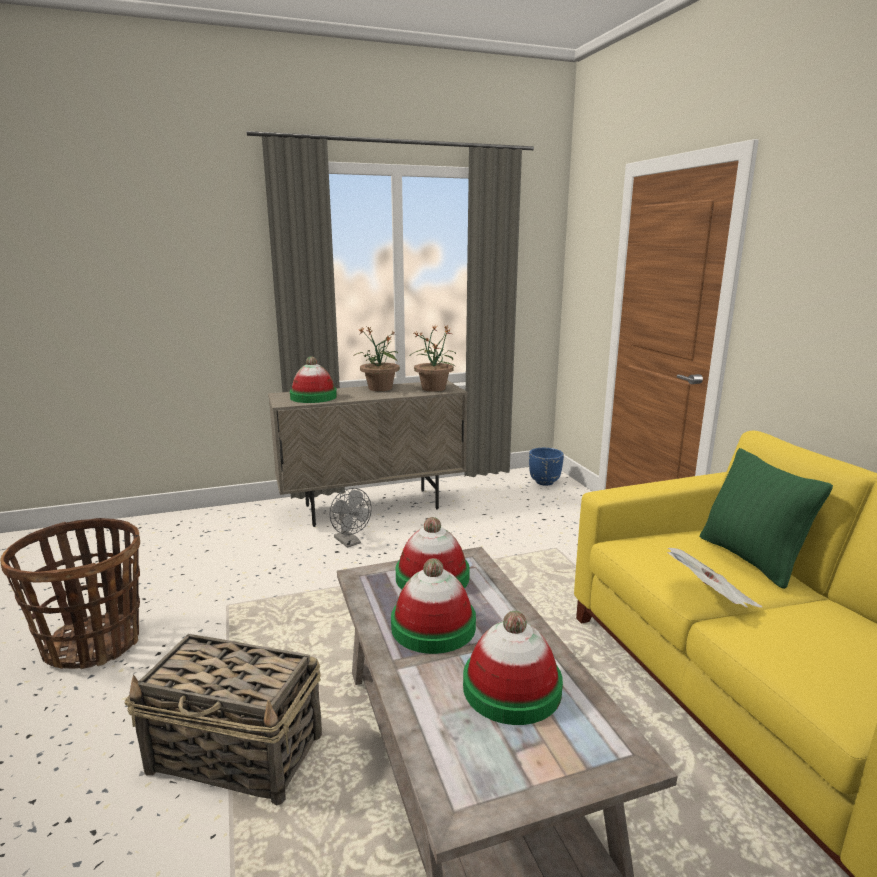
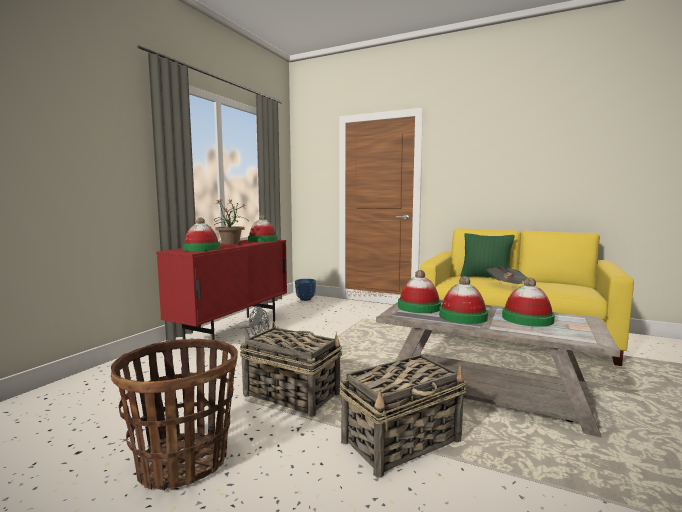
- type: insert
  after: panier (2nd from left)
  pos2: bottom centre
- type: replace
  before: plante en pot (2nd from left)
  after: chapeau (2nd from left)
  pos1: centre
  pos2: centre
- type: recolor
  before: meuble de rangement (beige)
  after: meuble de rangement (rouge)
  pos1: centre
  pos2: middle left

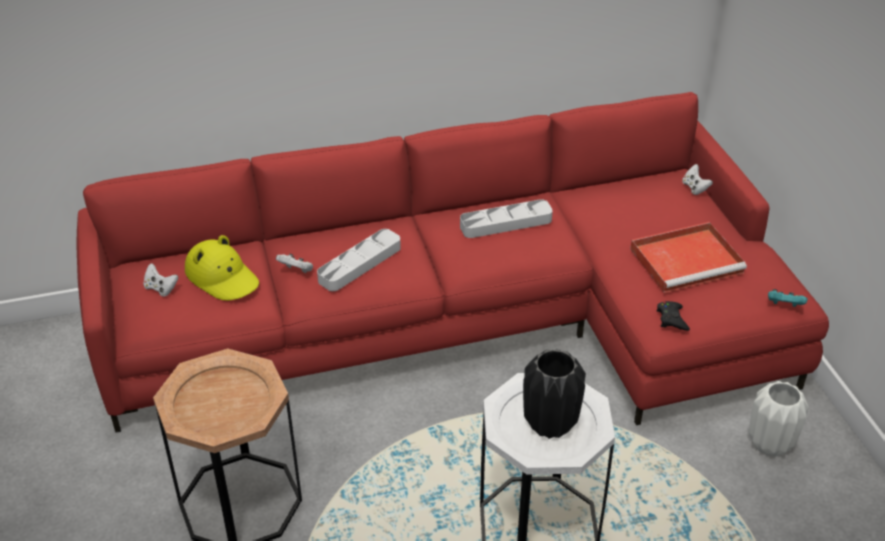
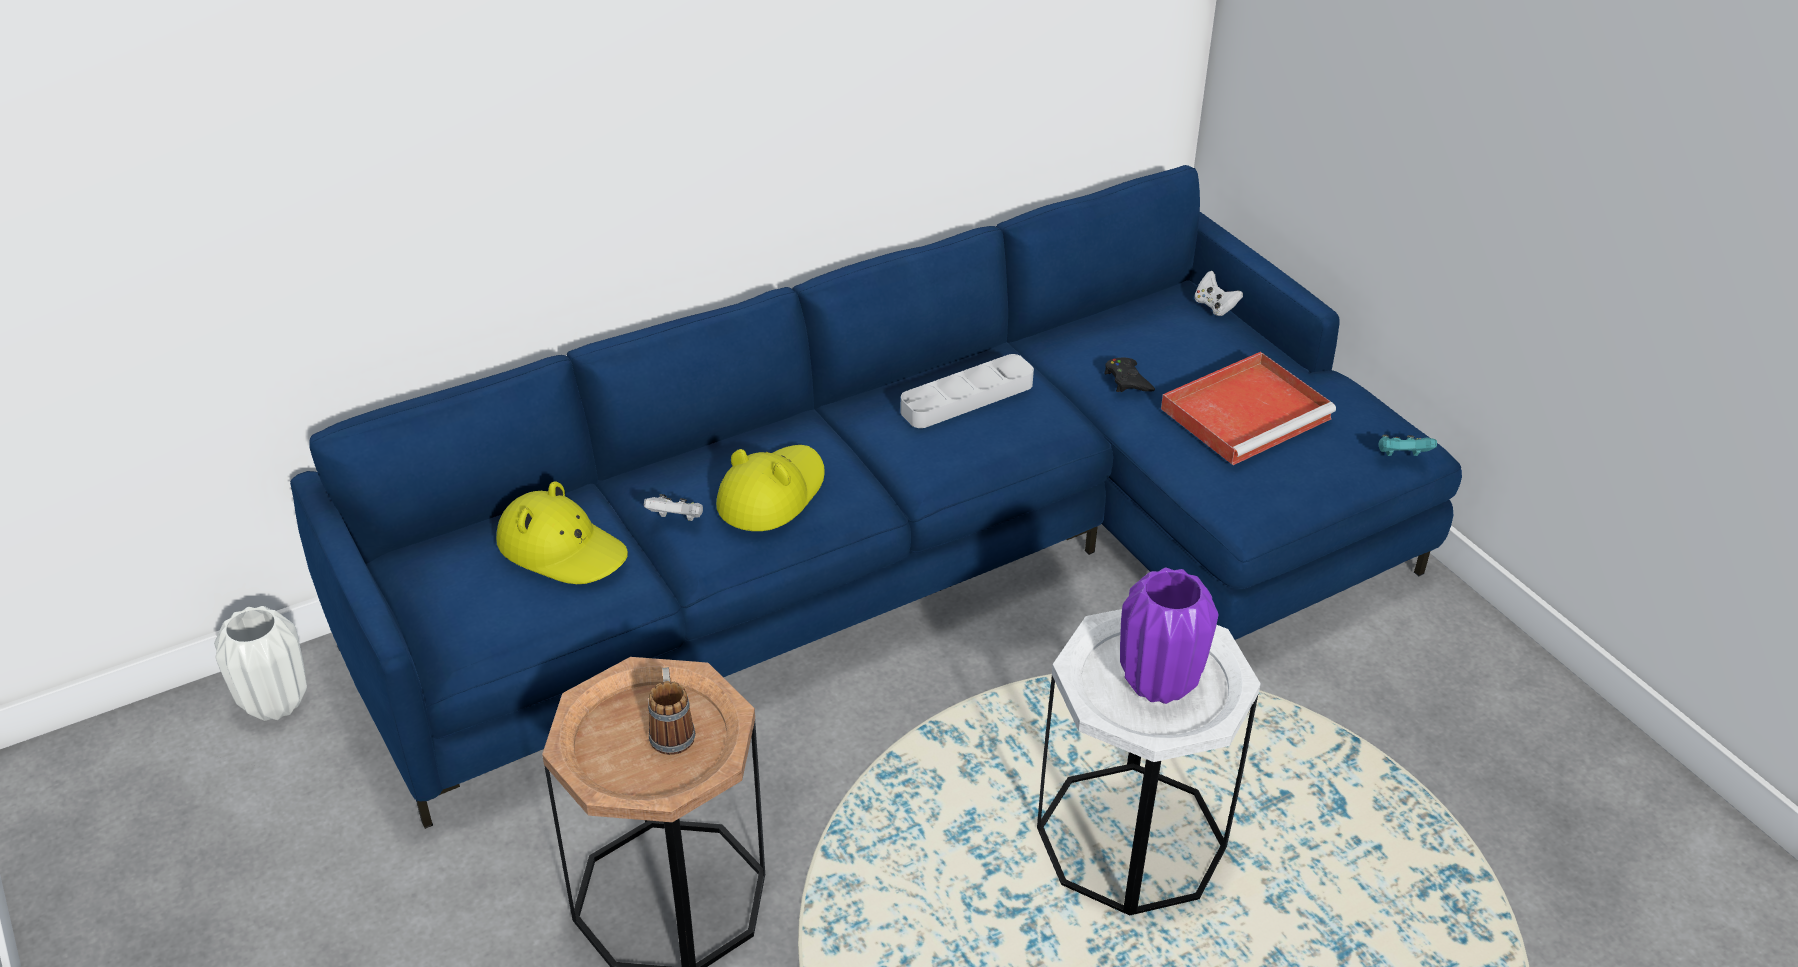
- type: delete
  before: manette (blanc) (1st from left)
  pos1: middle left
- type: insert
  after: mug
  pos2: bottom centre
- type: move
  before: manette (noir)
  pos1: middle right
  pos2: centre
- type: move
  before: vase (blanc)
  pos1: bottom right
  pos2: bottom left
- type: replace
  before: plateau (gris) (1st from left)
  after: chapeau (jaune) (2nd from left)
  pos1: centre
  pos2: centre
- type: recolor
  before: canapé (rouge)
  after: canapé (bleu)
  pos1: centre
  pos2: centre
- type: recolor
  before: vase (noir)
  after: vase (violet)
  pos1: bottom centre
  pos2: centre

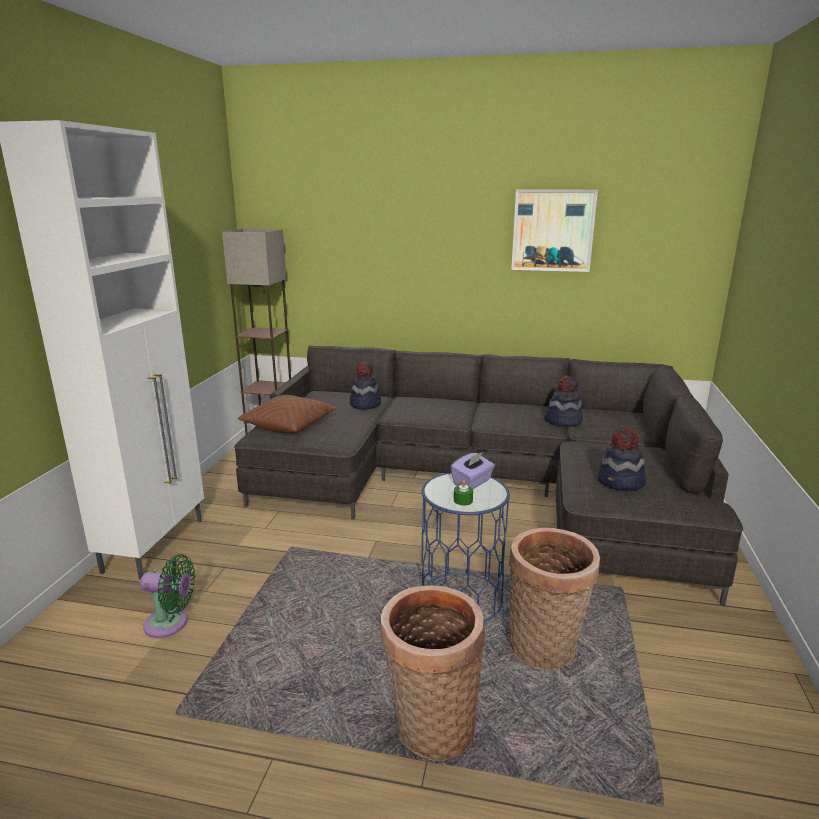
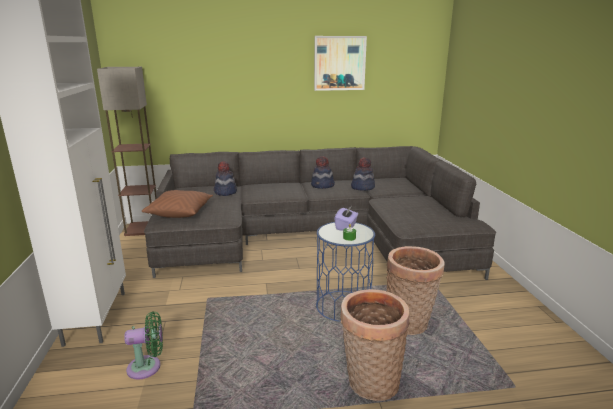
- type: move
  before: chapeau (3rd from left in the first image)
  after: chapeau (2nd from left)
  pos1: middle right
  pos2: centre

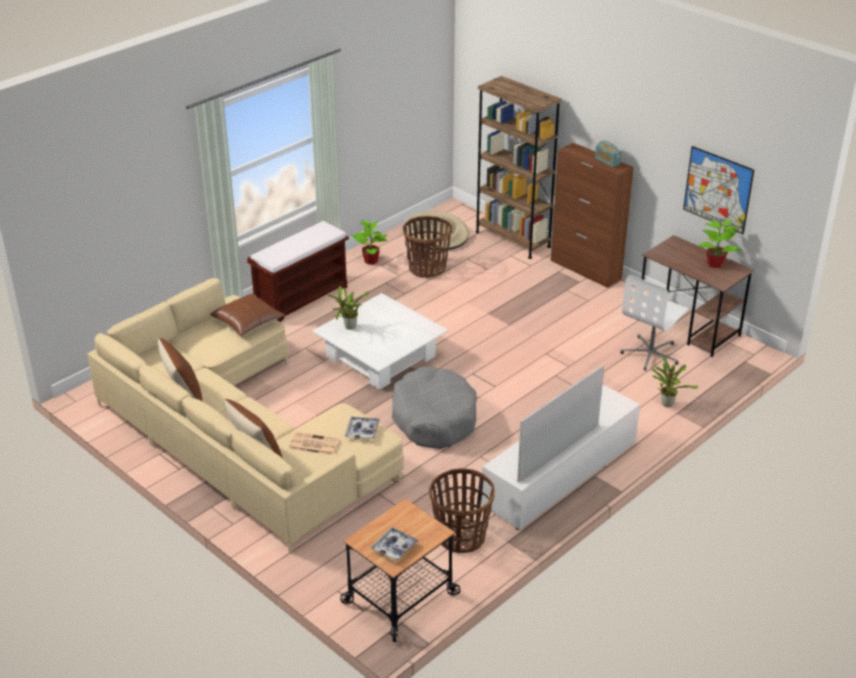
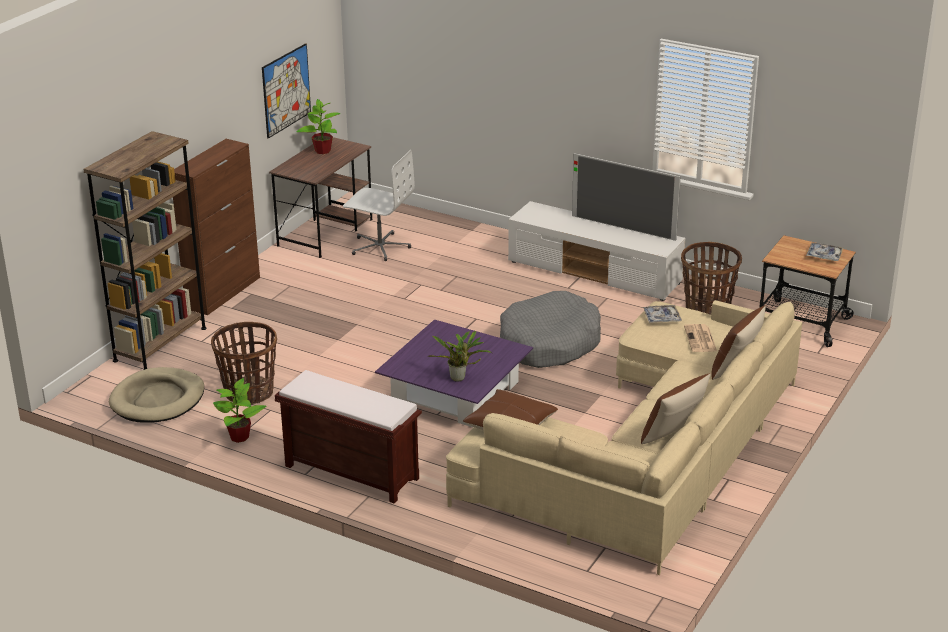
- type: delete
  before: radio
  pos1: top right
- type: delete
  before: plante en pot (3rd from left)
  pos1: middle right
- type: recolor
  before: table basse (blanc)
  after: table basse (violet)
  pos1: centre
  pos2: centre

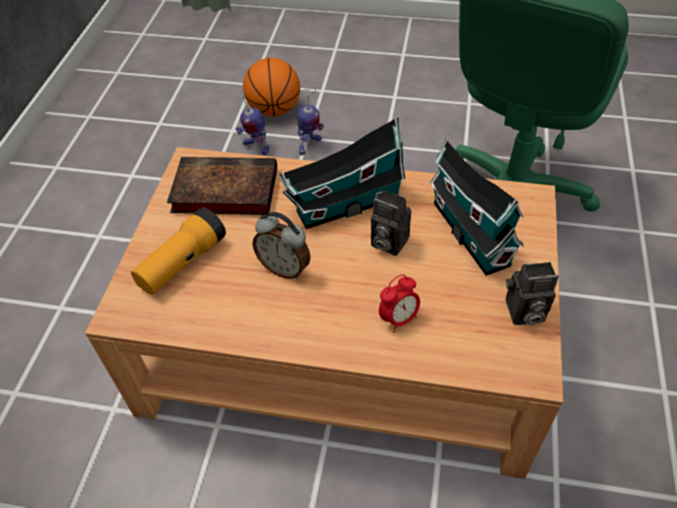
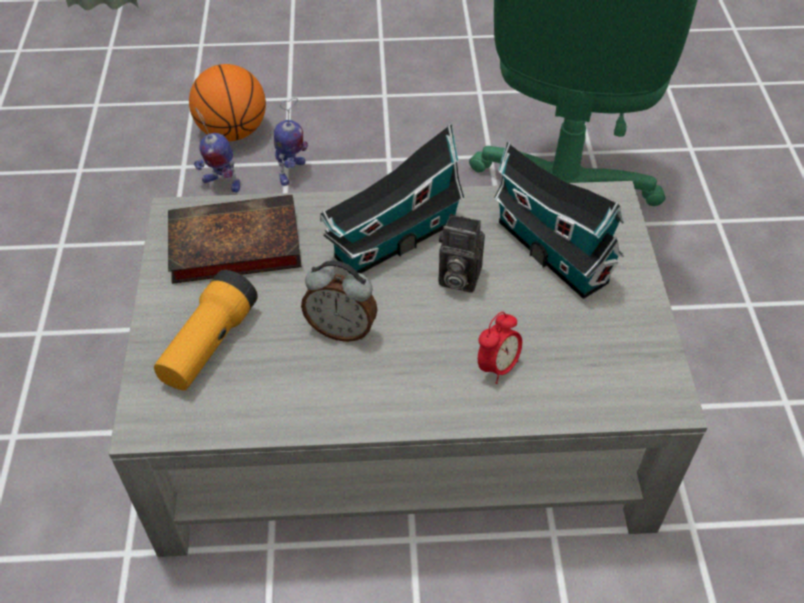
- type: delete
  before: appareil photo (2nd from left)
  pos1: middle right
- type: recolor
  before: table basse (marron)
  after: table basse (gris)
  pos1: centre
  pos2: centre

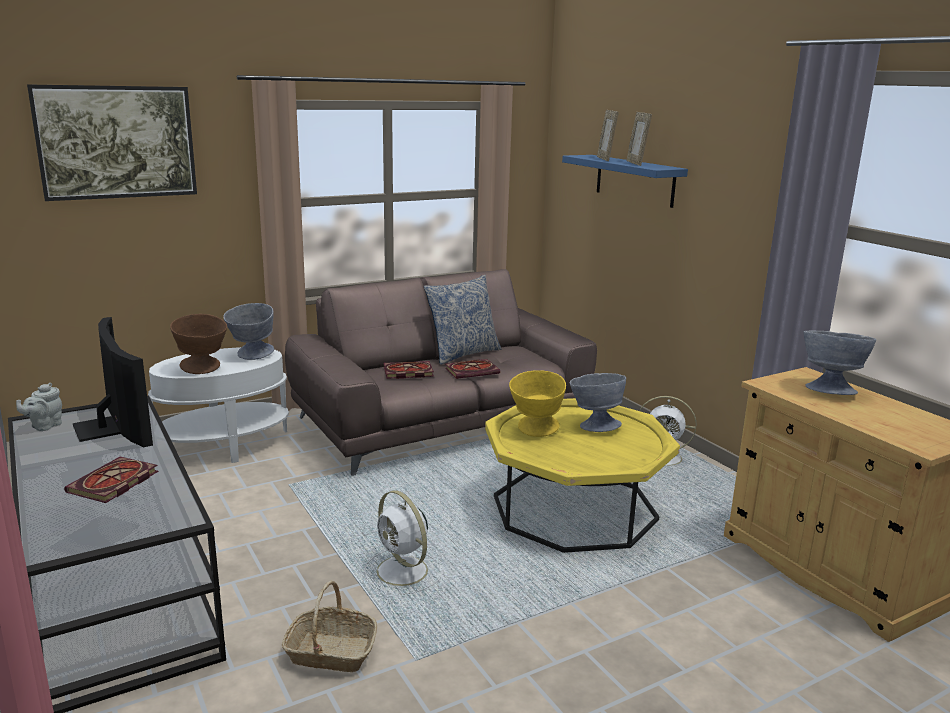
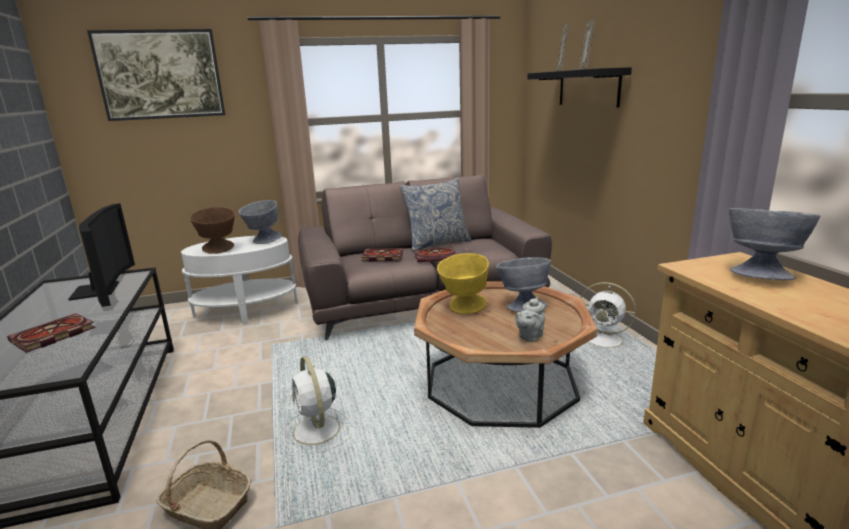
- type: move
  before: théière (gris)
  pos1: middle left
  pos2: centre
- type: recolor
  before: table basse (jaune)
  after: table basse (marron)
  pos1: centre
  pos2: bottom centre
- type: recolor
  before: étagère (bleu)
  after: étagère (noir)
  pos1: top centre
  pos2: top right

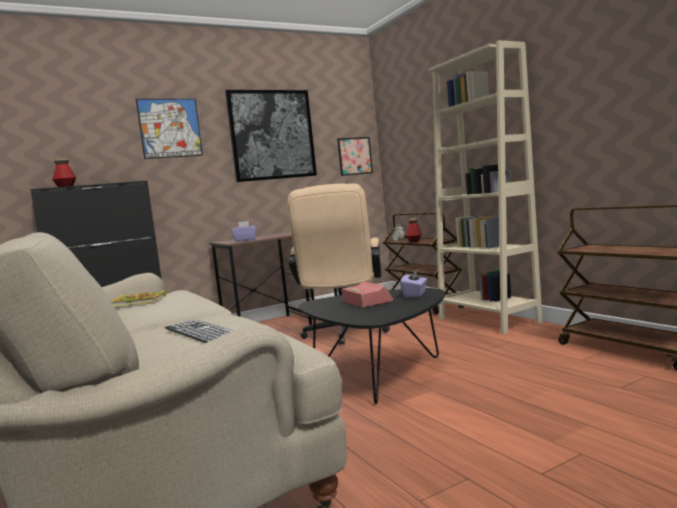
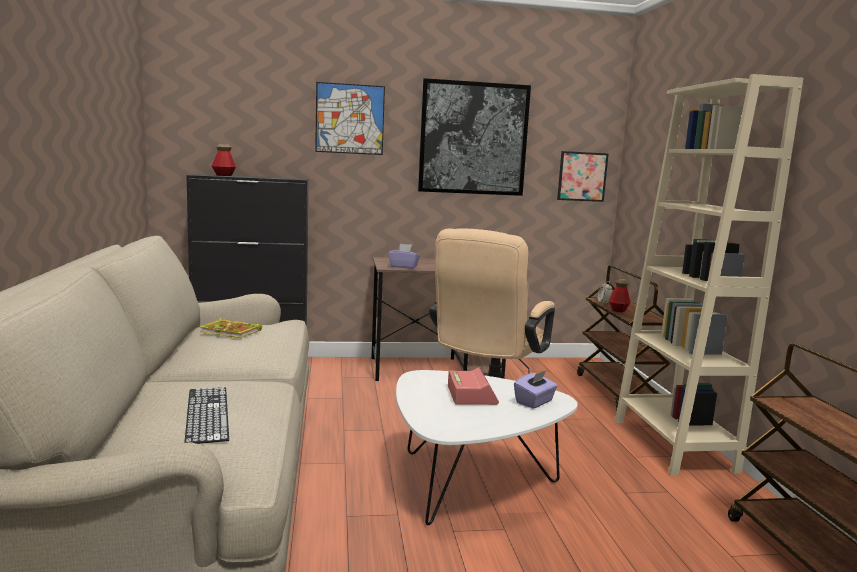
- type: recolor
  before: table basse (noir)
  after: table basse (blanc)
  pos1: bottom centre
  pos2: bottom centre

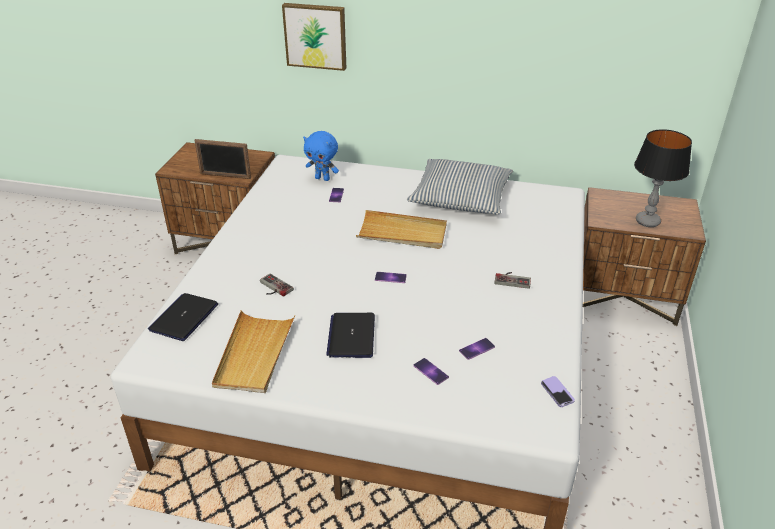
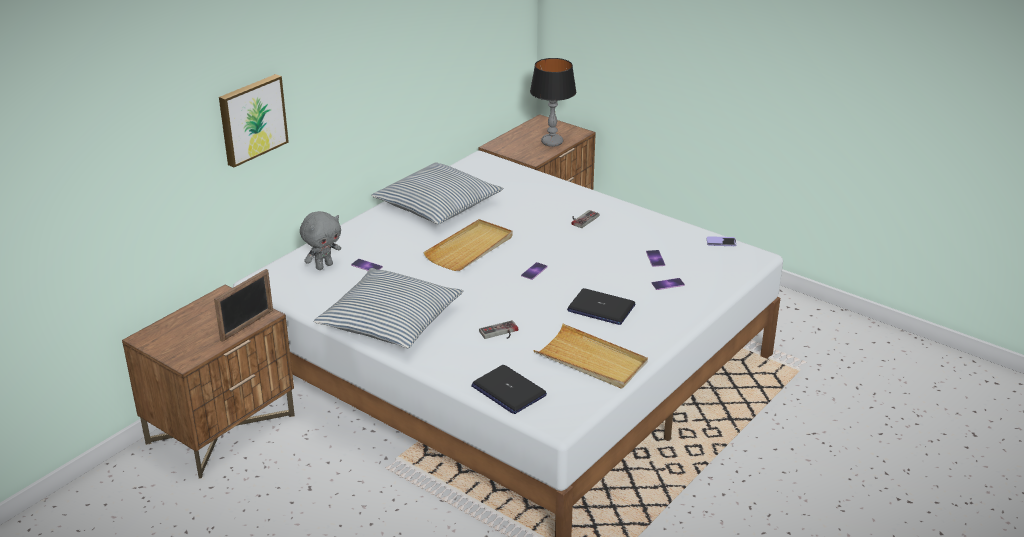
- type: insert
  after: coussin (1st from left)
  pos2: centre
- type: recolor
  before: peluche (bleu)
  after: peluche (gris)
  pos1: top centre
  pos2: middle left

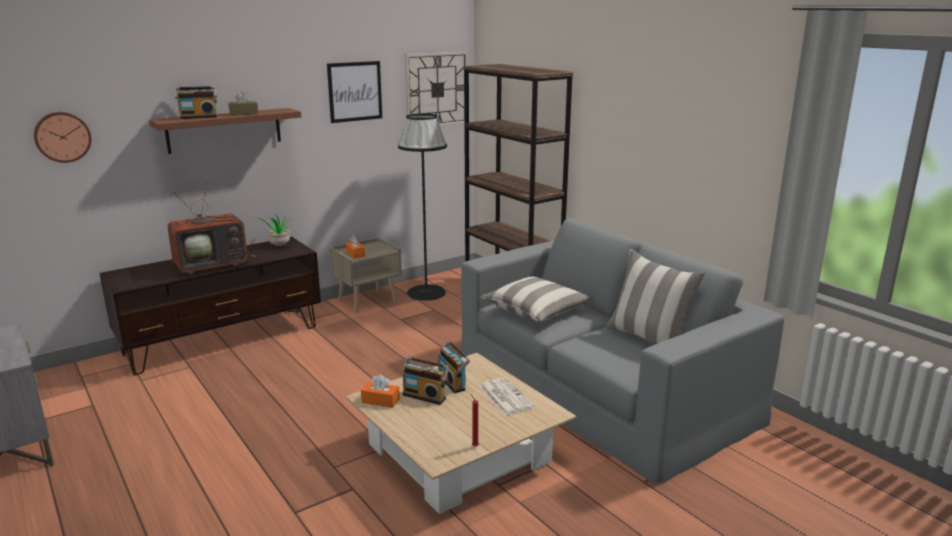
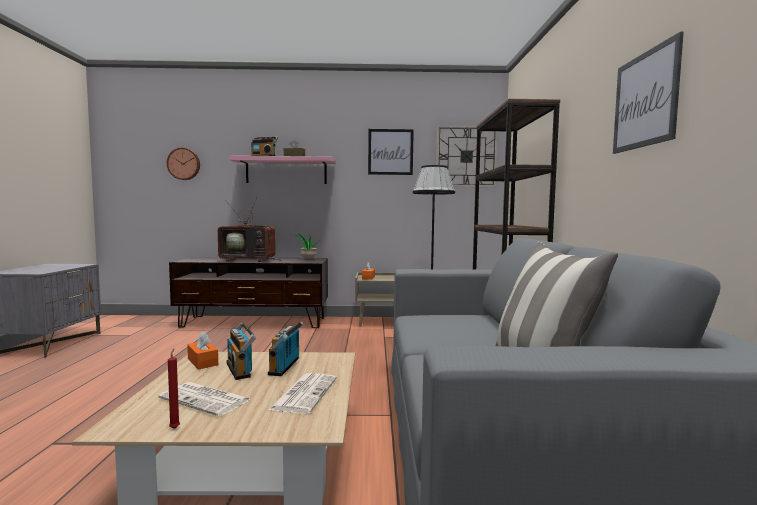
- type: delete
  before: coussin (1st from left)
  pos1: centre
- type: insert
  after: journal (1st from left)
  pos2: bottom left
- type: insert
  after: tableau (2nd from left)
  pos2: top right
- type: recolor
  before: étagère (marron)
  after: étagère (rose)
  pos1: top left
  pos2: centre

